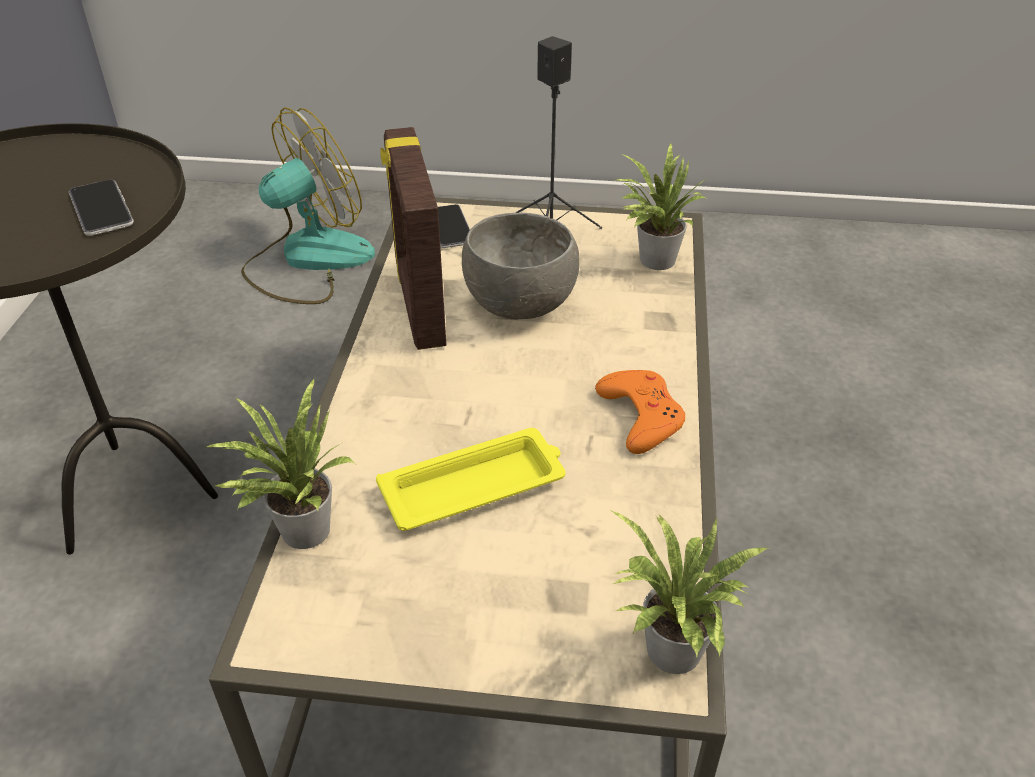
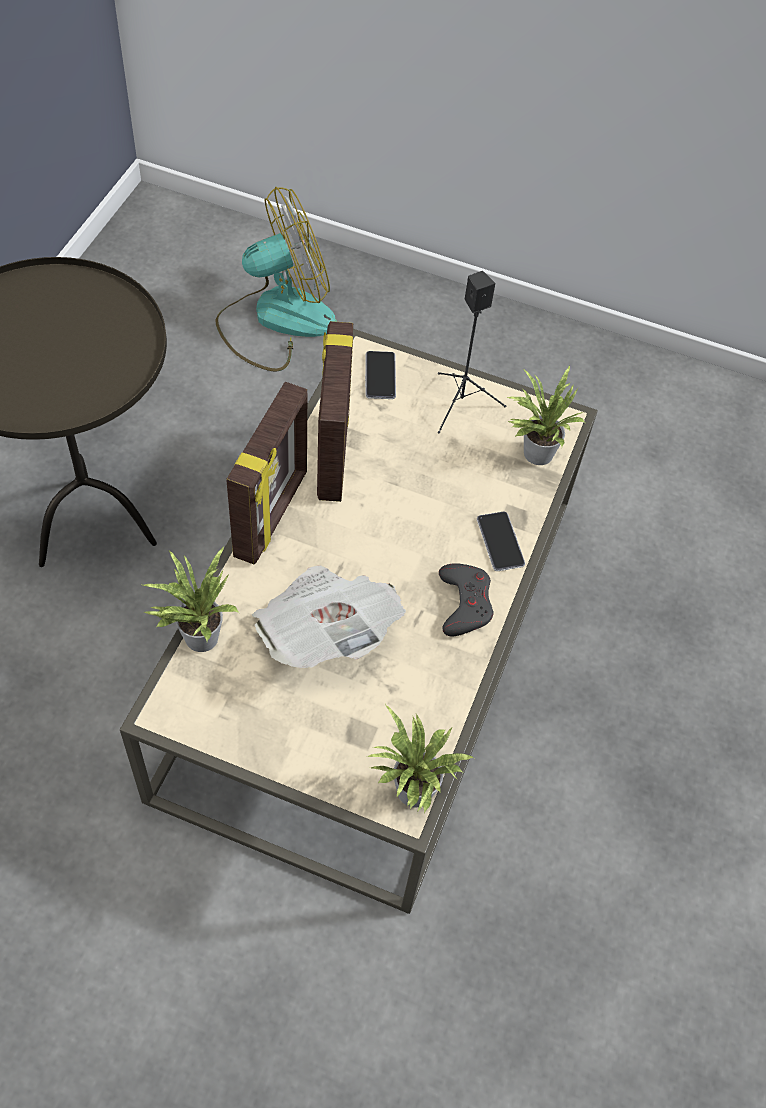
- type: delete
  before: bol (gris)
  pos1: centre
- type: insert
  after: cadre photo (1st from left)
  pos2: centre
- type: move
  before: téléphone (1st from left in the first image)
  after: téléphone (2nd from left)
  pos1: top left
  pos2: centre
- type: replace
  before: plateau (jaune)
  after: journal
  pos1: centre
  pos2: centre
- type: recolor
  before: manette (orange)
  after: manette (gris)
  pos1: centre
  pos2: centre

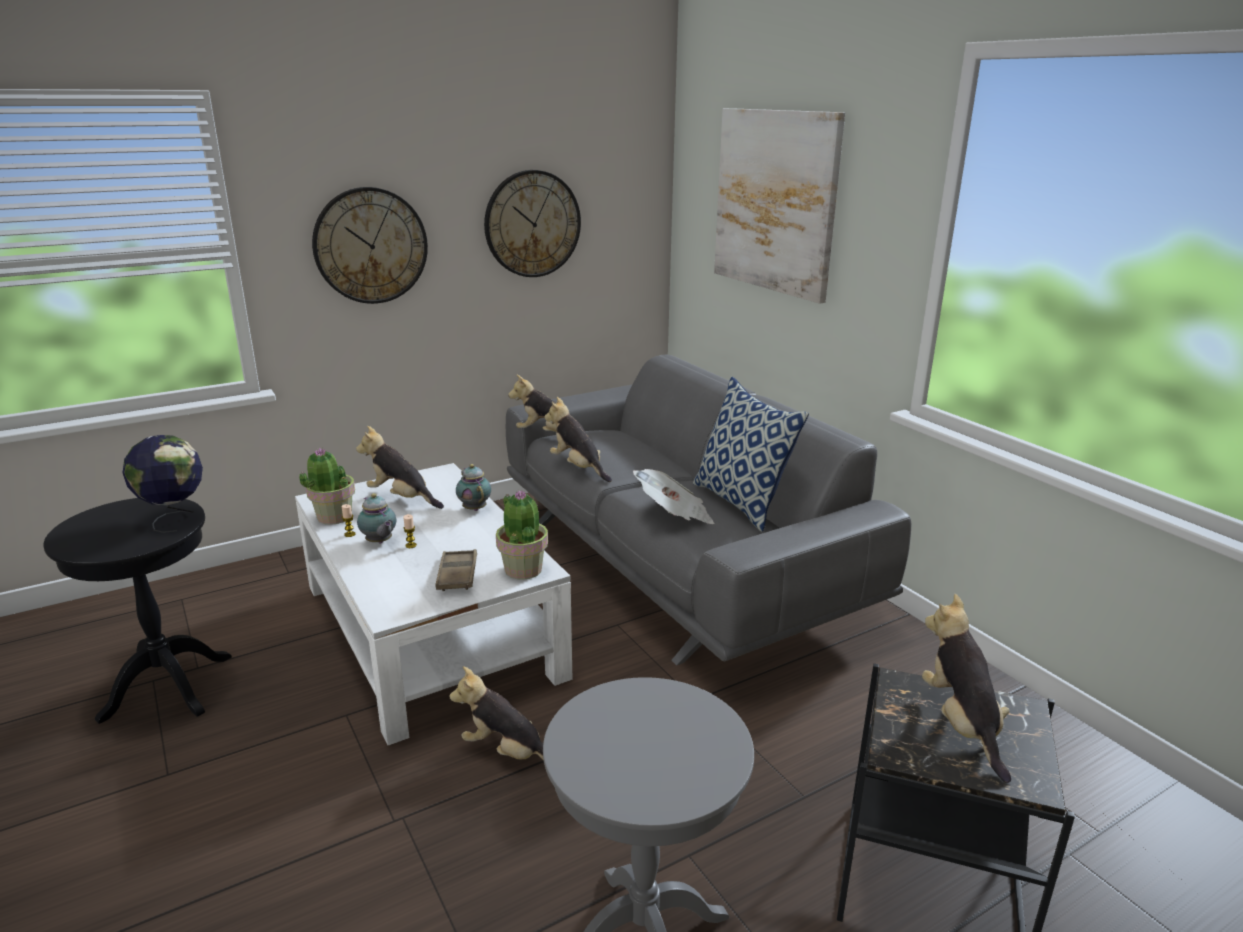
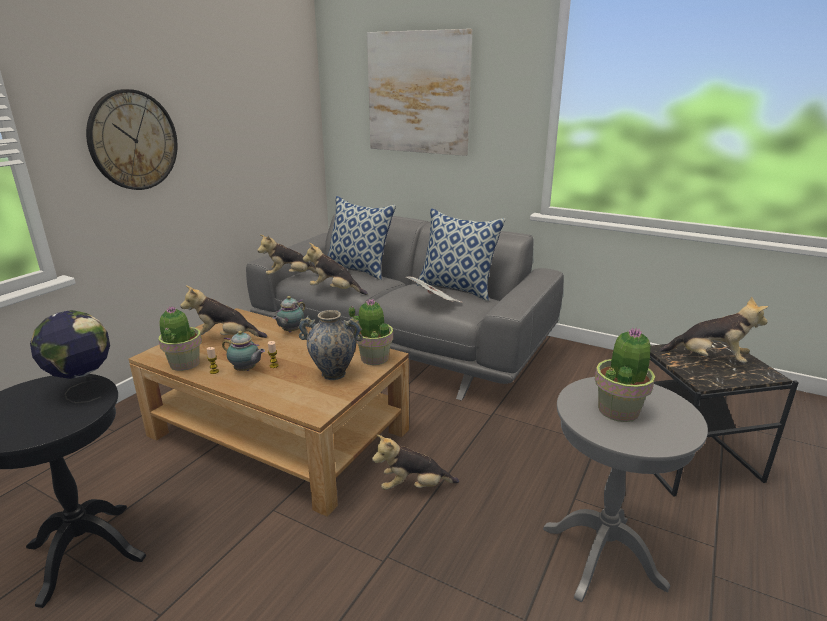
- type: delete
  before: horloge murale (2nd from left)
  pos1: top centre
- type: insert
  after: coussin (1st from left)
  pos2: centre
- type: insert
  after: plante en pot (3rd from left)
  pos2: middle right
- type: replace
  before: plateau (marron)
  after: vase
  pos1: centre
  pos2: centre
- type: recolor
  before: table basse (blanc)
  after: table basse (marron)
  pos1: centre
  pos2: middle left
- type: rotate
  before: théière (2nd from left)
  pos1: centre
  pos2: centre
  turn: -90
- type: rotate
  before: peluche (5th from left)
  pos1: bottom right
  pos2: middle right
  turn: 150

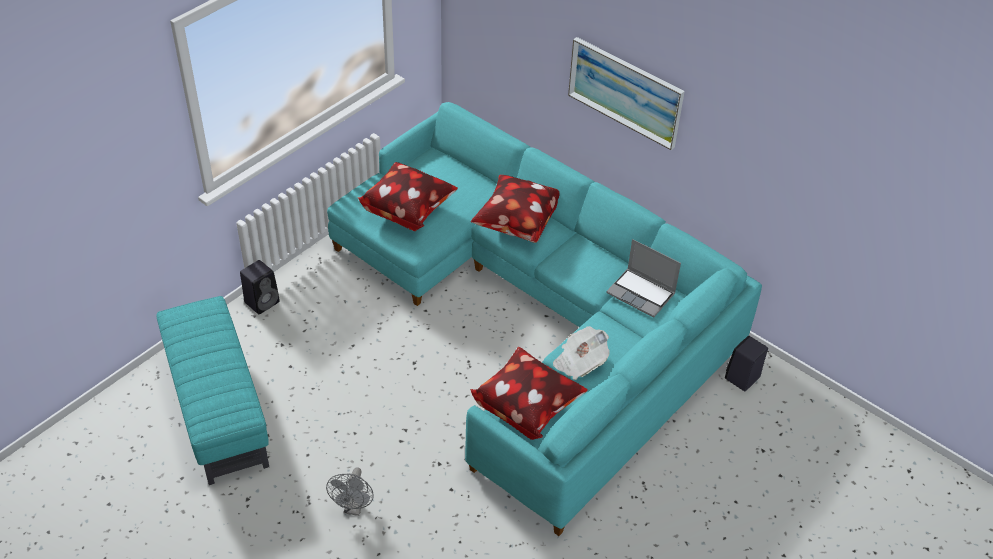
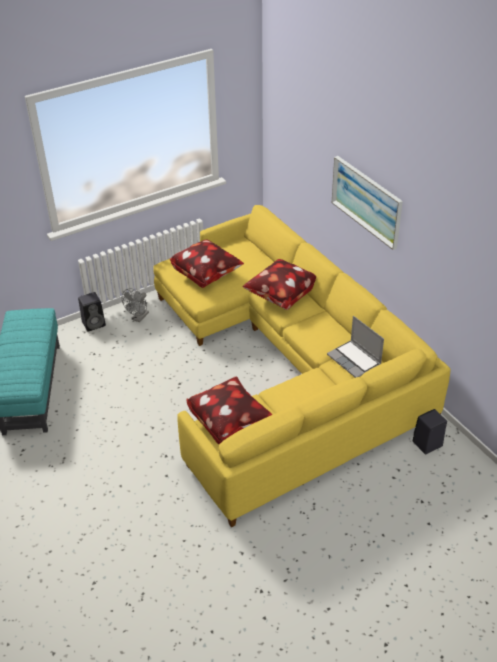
- type: delete
  before: journal
  pos1: centre
- type: move
  before: ventilateur (gris)
  pos1: bottom centre
  pos2: middle left
- type: recolor
  before: canapé (turquoise)
  after: canapé (jaune)
  pos1: centre
  pos2: centre

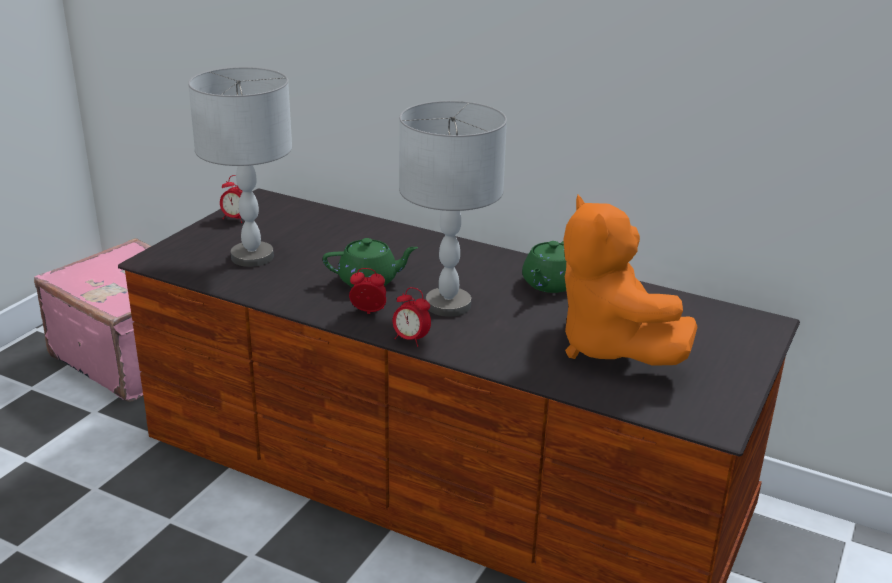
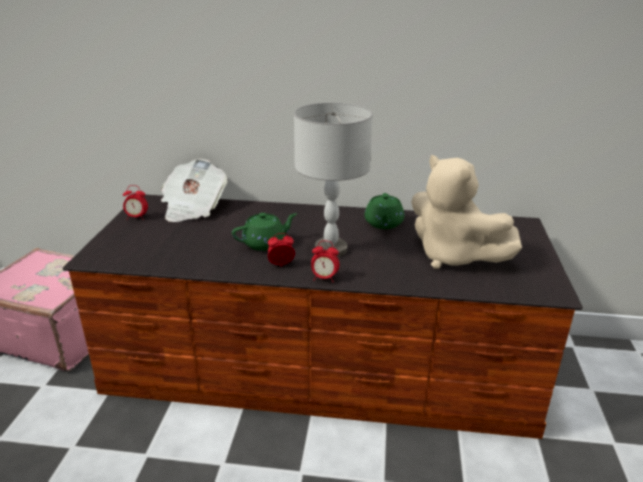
- type: delete
  before: lampe de table (gris) (1st from left)
  pos1: top left
- type: insert
  after: journal
  pos2: middle left
- type: recolor
  before: peluche (orange)
  after: peluche (beige)
  pos1: middle right
  pos2: middle right

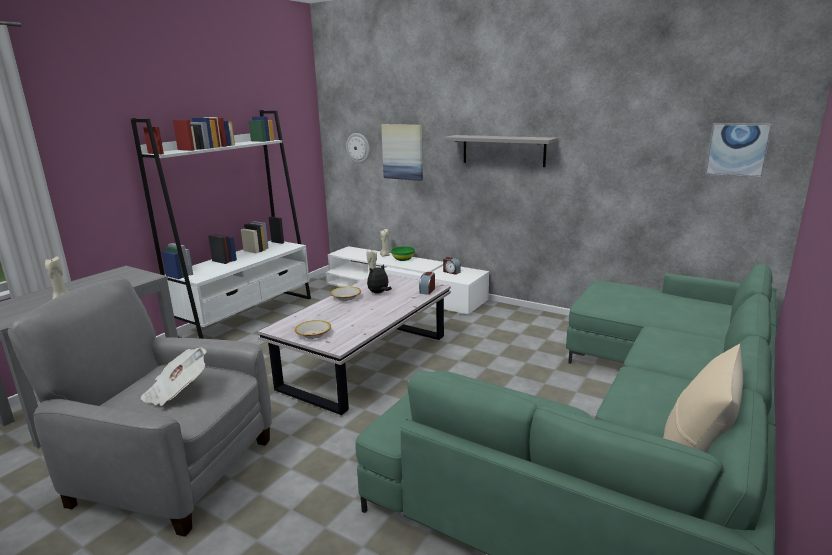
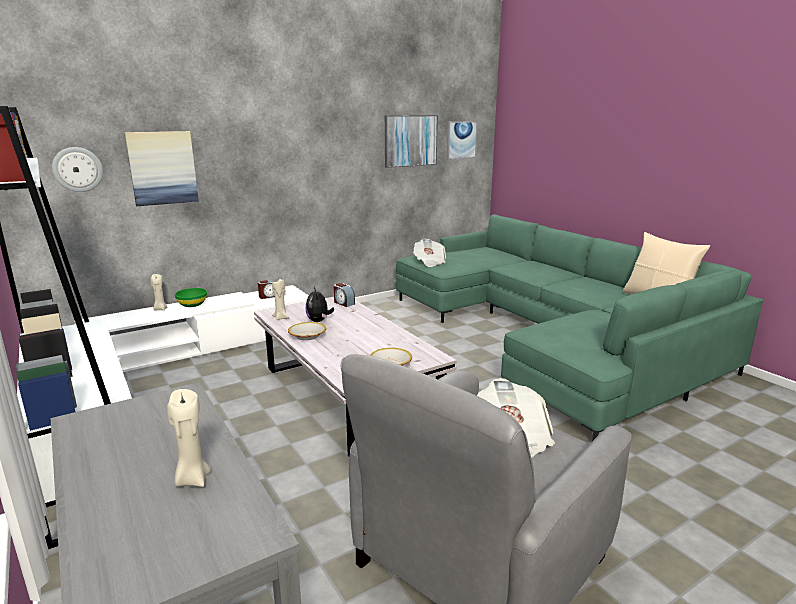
- type: delete
  before: étagère (gris)
  pos1: top centre
- type: insert
  after: tableau (2nd from left)
  pos2: top centre
- type: insert
  after: journal (1st from left)
  pos2: centre

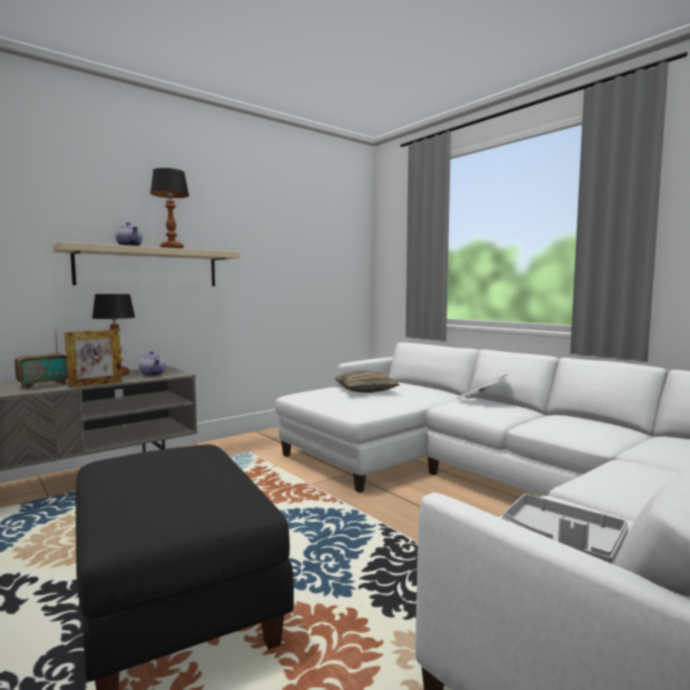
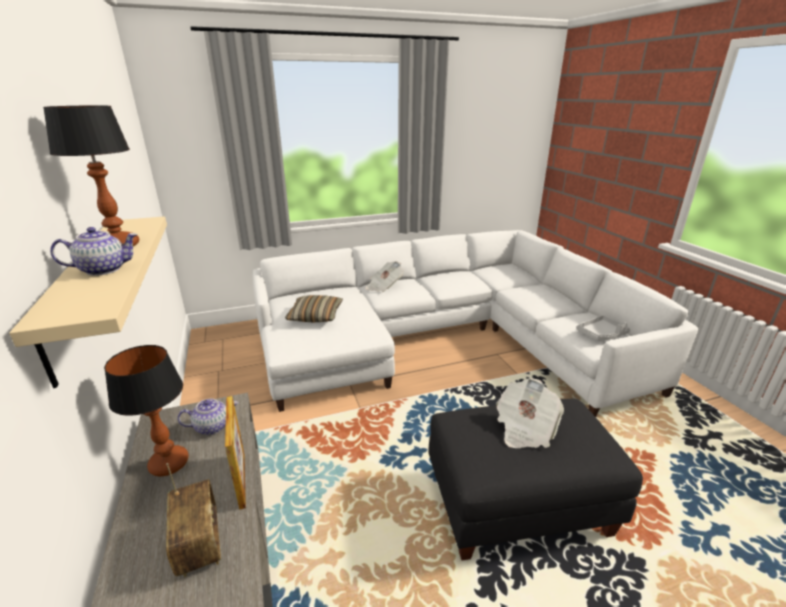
- type: insert
  after: journal (2nd from left)
  pos2: bottom right

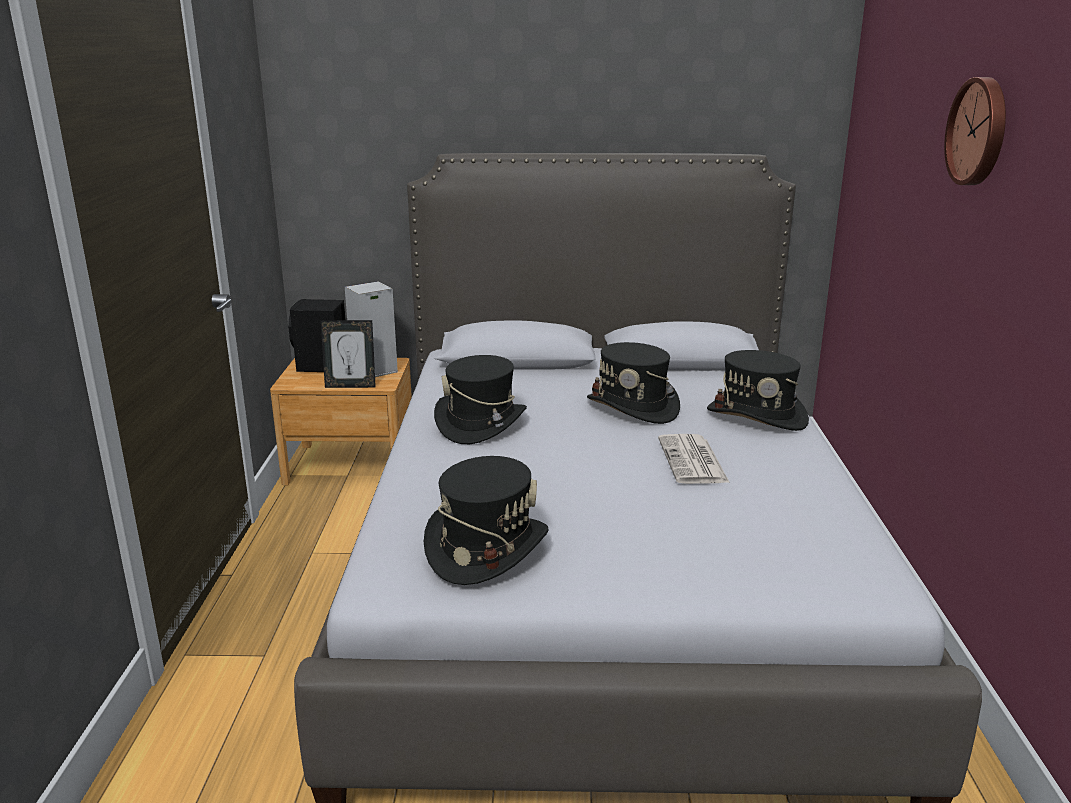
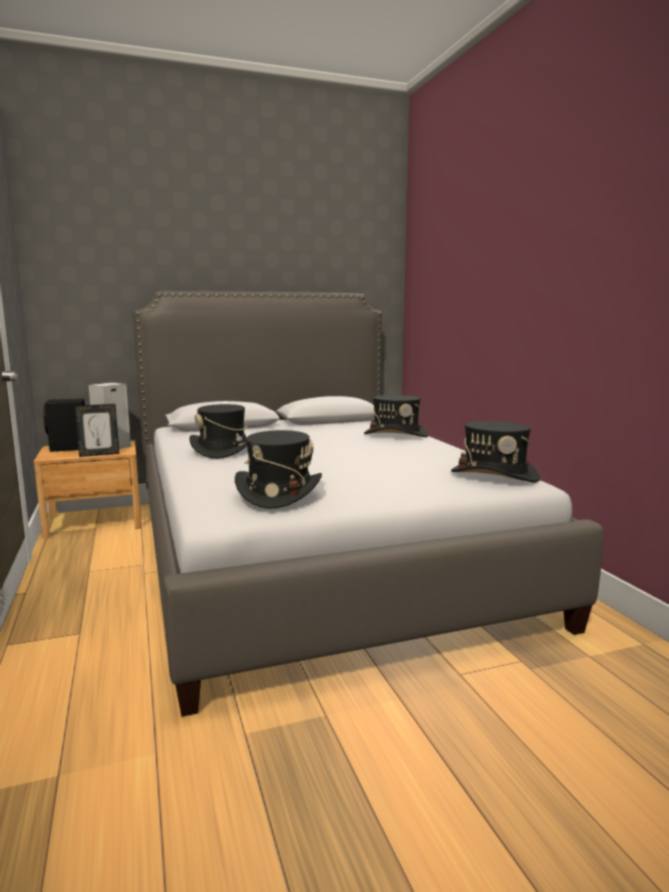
- type: delete
  before: journal
  pos1: centre
- type: delete
  before: horloge murale
  pos1: top right
- type: move
  before: chapeau (noir) (3rd from left in the first image)
  after: chapeau (noir) (4th from left)
  pos1: centre
  pos2: middle right

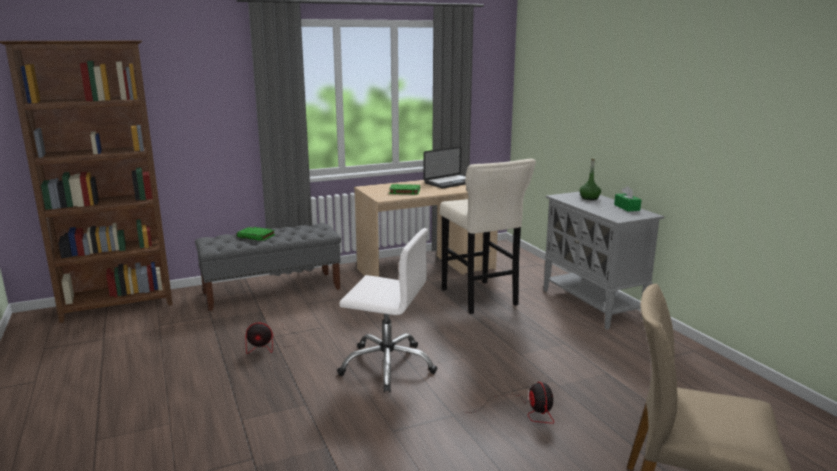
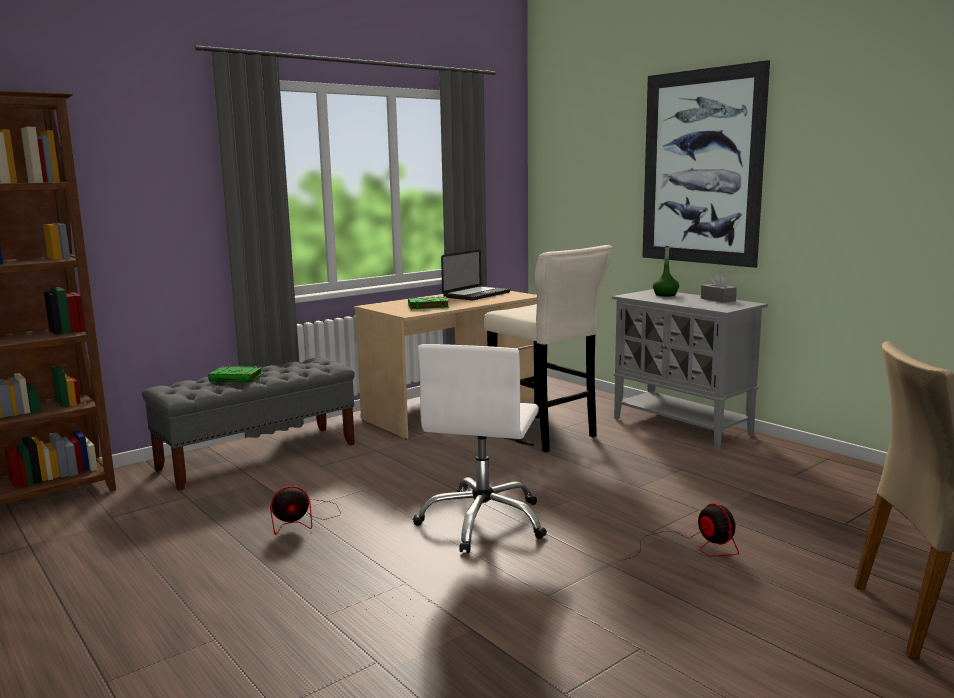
- type: insert
  after: tableau
  pos2: top right
- type: recolor
  before: boîte à mouchoirs (vert)
  after: boîte à mouchoirs (gris)
  pos1: middle right
  pos2: middle right
- type: rotate
  before: chaise de bureau (blanc)
  pos1: centre
  pos2: centre
  turn: 105

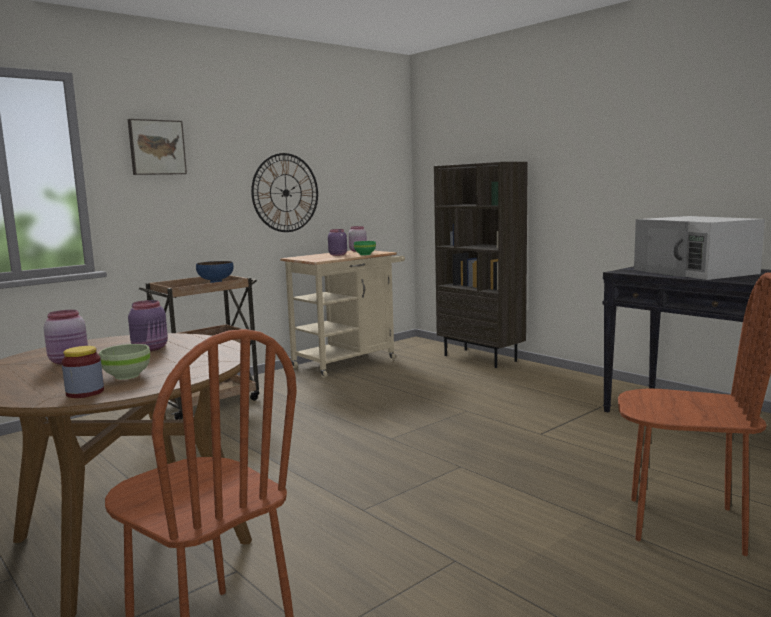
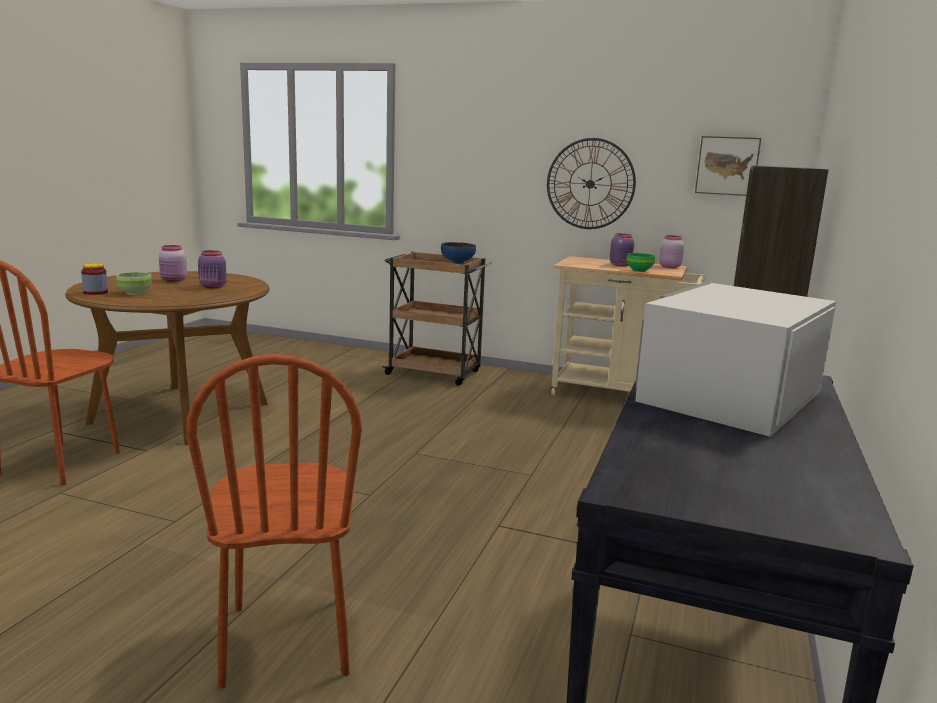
- type: move
  before: tableau
  pos1: top left
  pos2: top right

